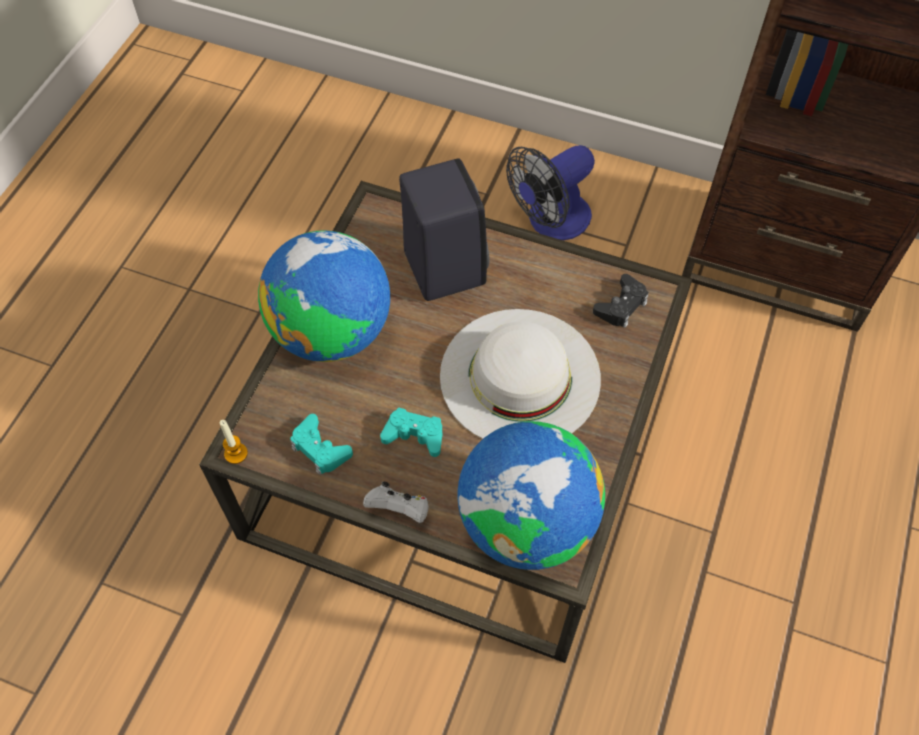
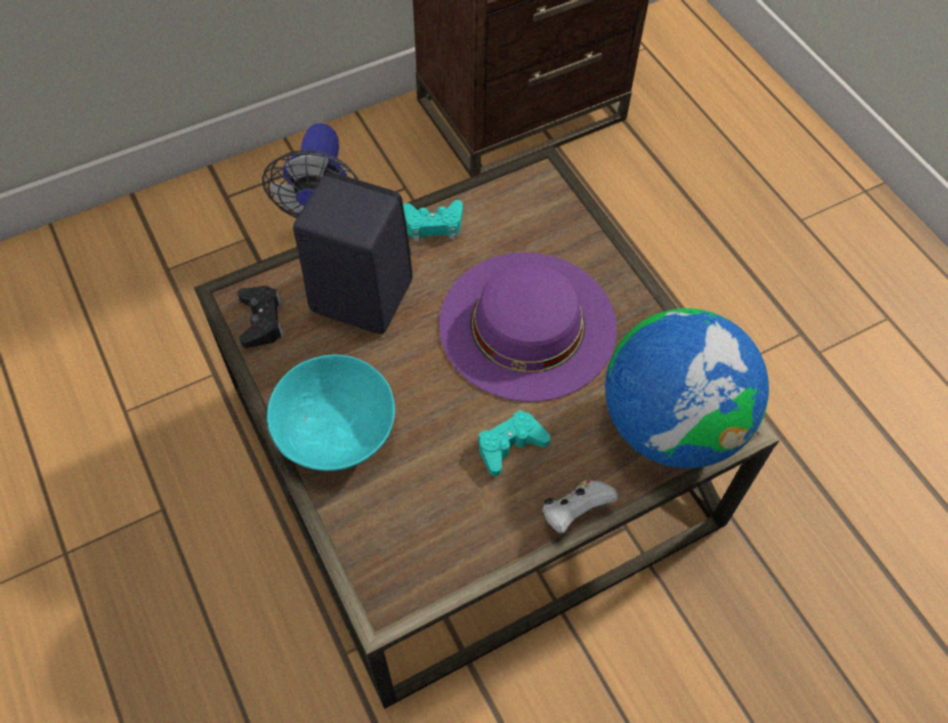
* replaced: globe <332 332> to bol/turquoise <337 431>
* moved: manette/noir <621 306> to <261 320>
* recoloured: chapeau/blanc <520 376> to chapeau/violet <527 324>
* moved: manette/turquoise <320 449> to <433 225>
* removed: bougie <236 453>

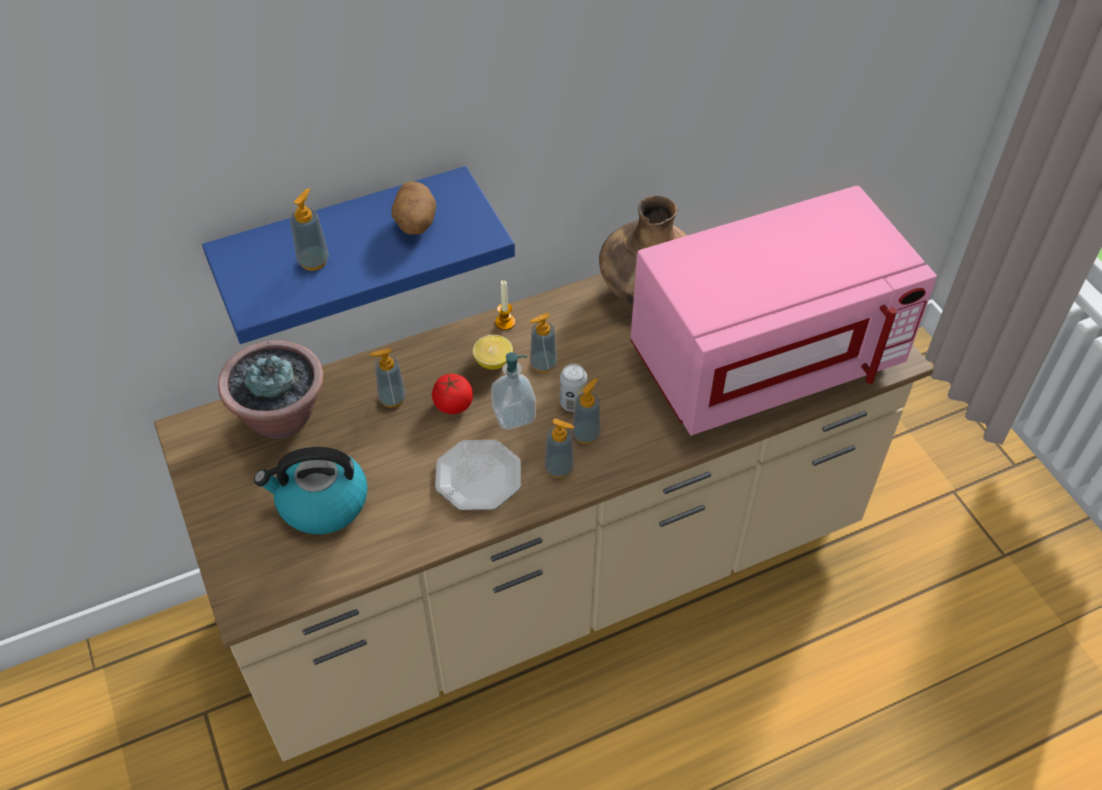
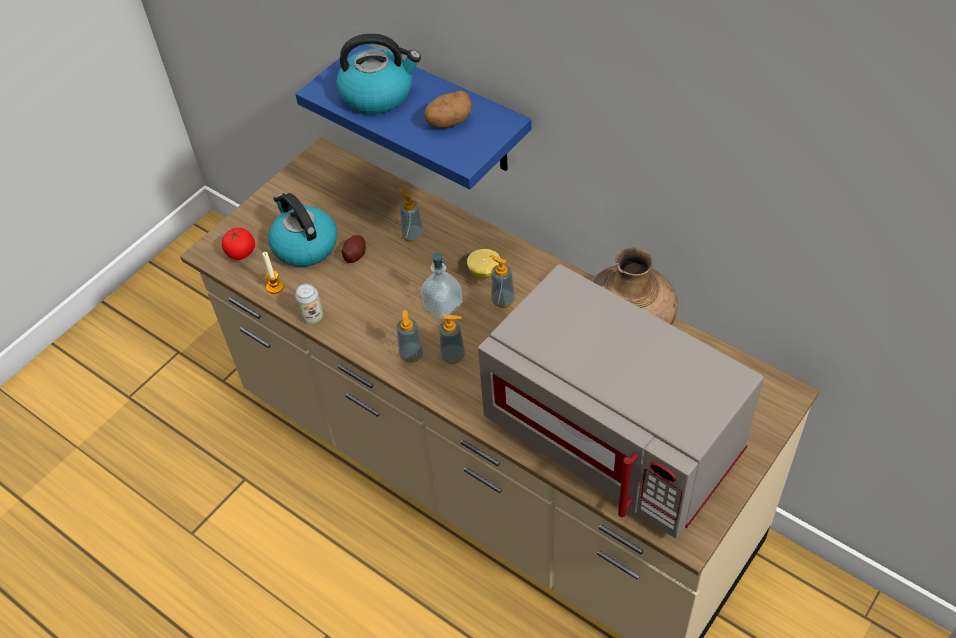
* recoloured: micro-ondes/rose <765 358> to micro-ondes/gris <614 437>
* replaced: distributeur de savon <313 261> to bouilloire <378 94>
* moved: bougie <505 322> to <275 287>
* removed: plante en pot <281 417>
* moved: boîte métallique <573 403> to <312 317>
* moved: tomate <453 404> to <241 253>
* removed: assiette <479 476>
* added: pomme de terre <355 255>

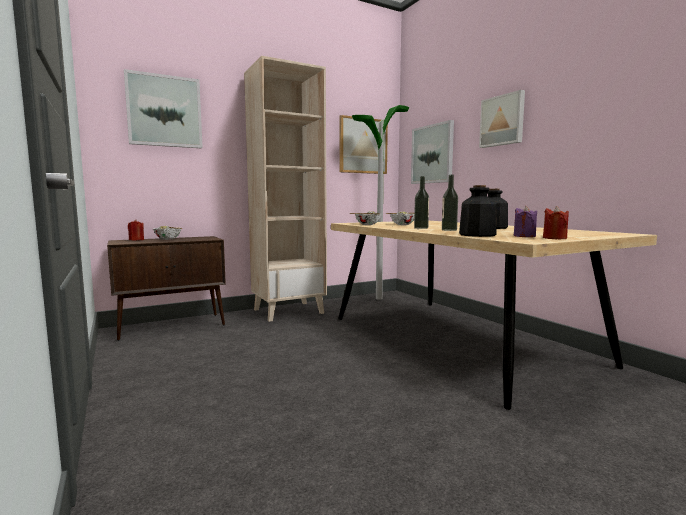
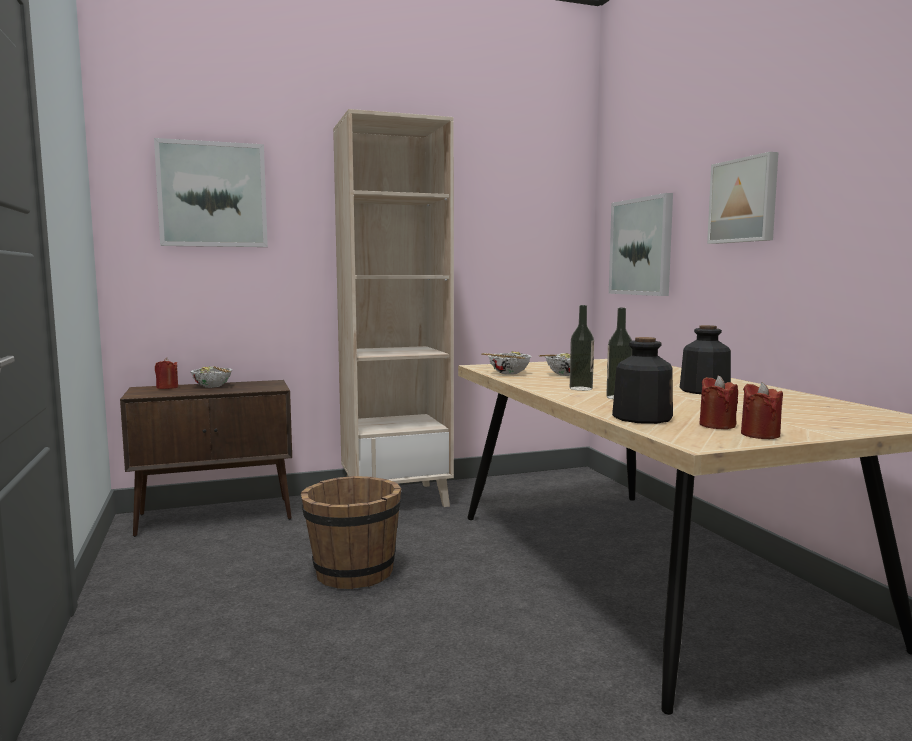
* removed: lampadaire <378 298>
* removed: tableau <363 146>
* recoloured: bougie/violet <524 236> to bougie/rouge <717 425>
* added: seau/marron <353 573>

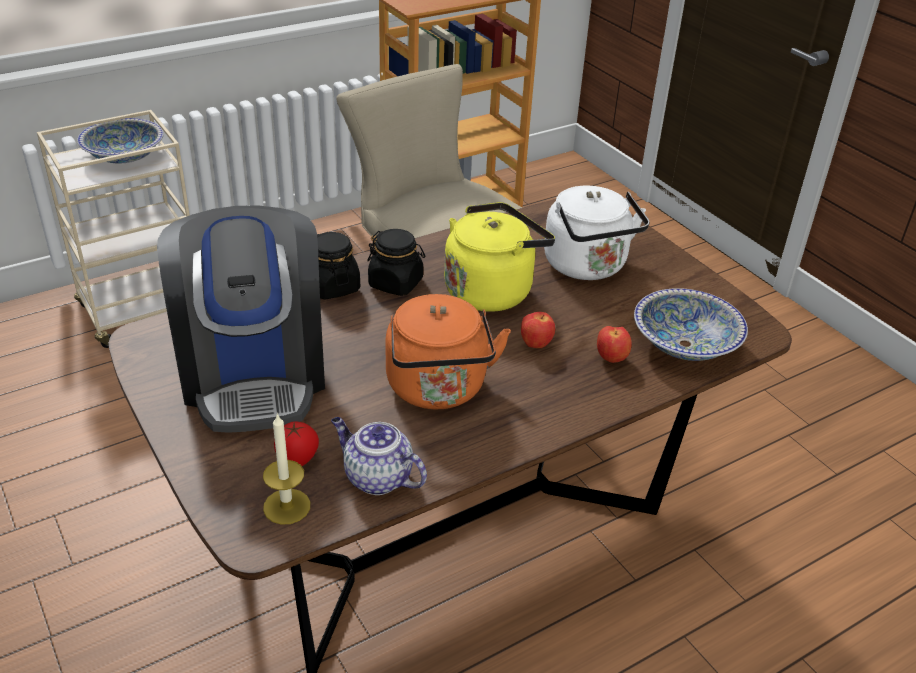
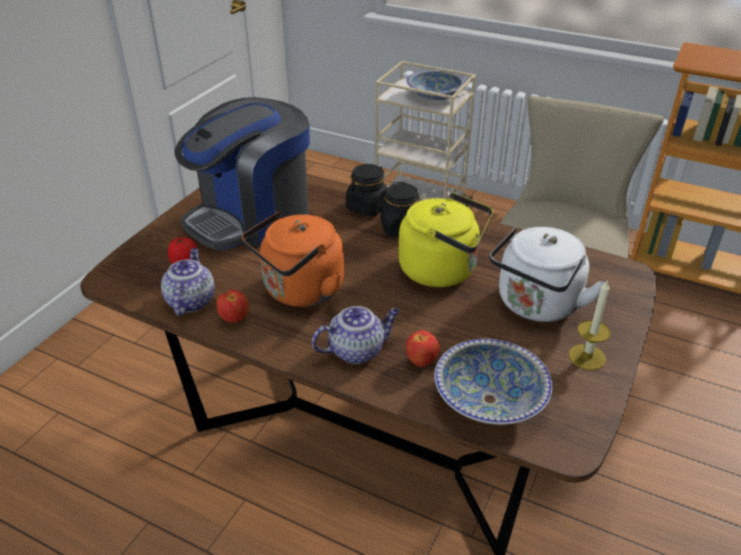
* moved: pomme <536 344> to <235 319>
* moved: bougie <287 506> to <587 357>
* added: théière <357 350>

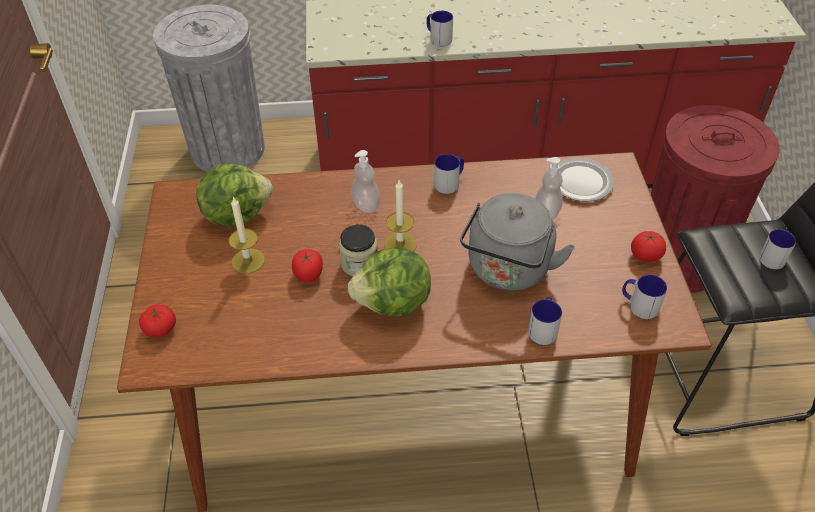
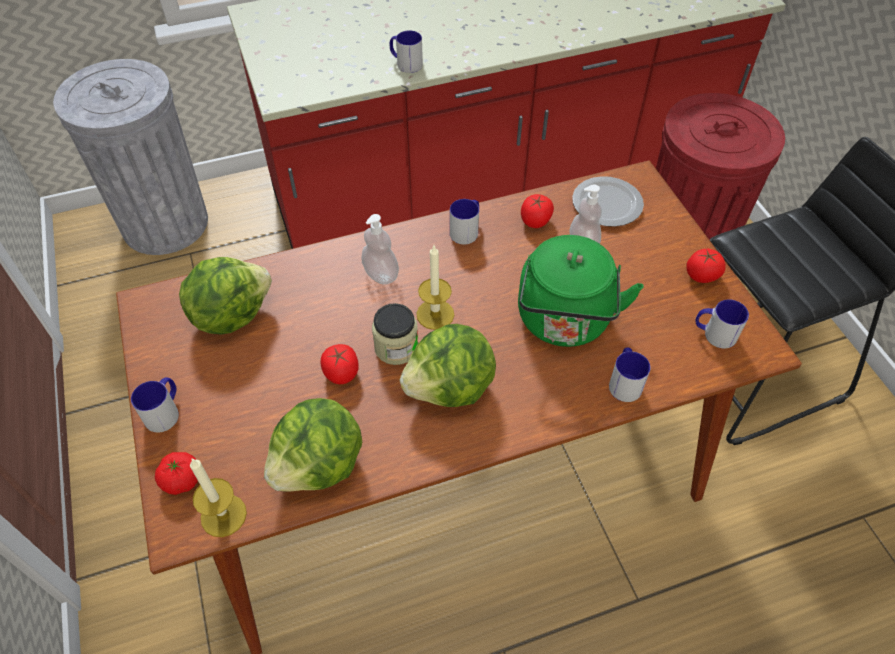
* recoloured: bouilloire/gris <508 271> to bouilloire/vert <564 322>
* moved: bougie <248 261> to <223 515>
* moved: mug <773 256> to <165 411>
* added: tomate <535 221>
* added: laitue <320 466>

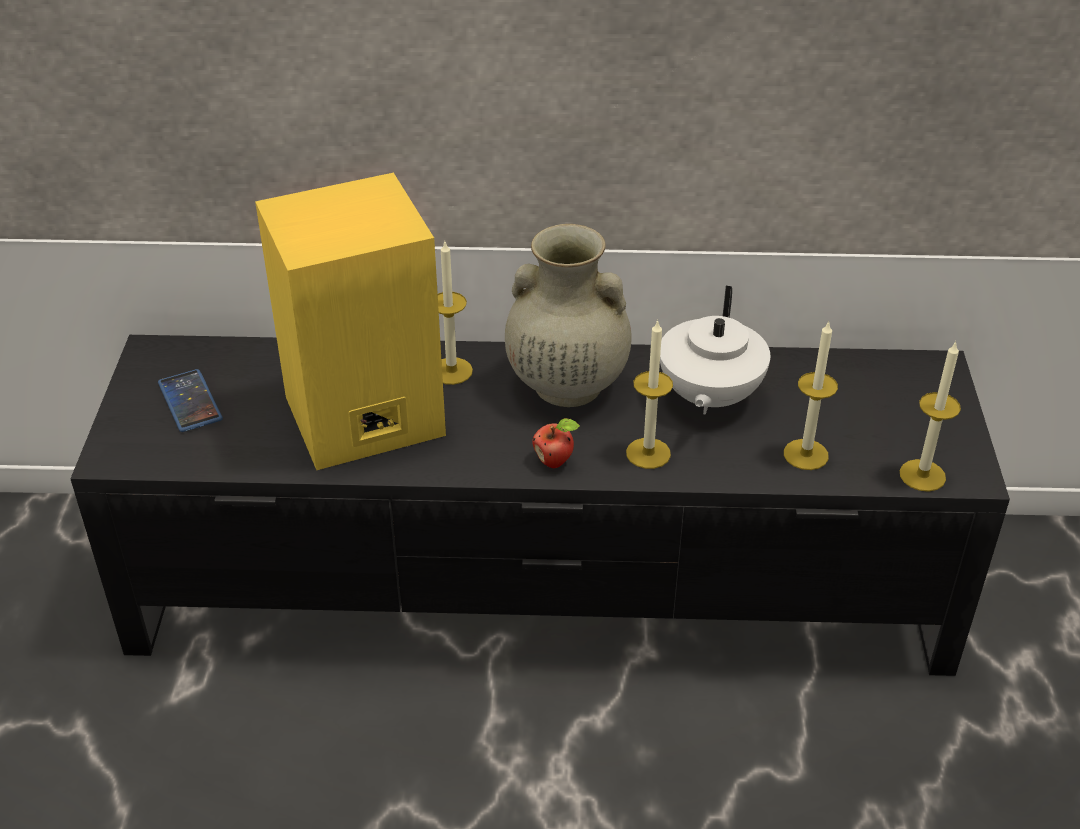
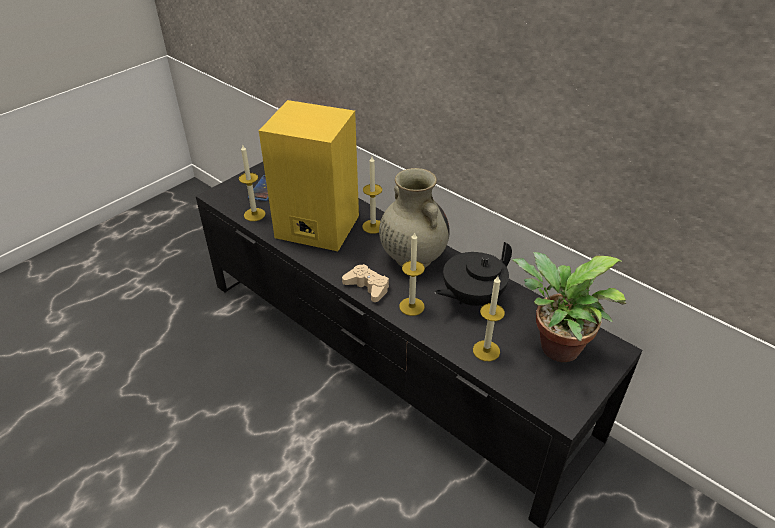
* recoloured: théière/blanc <708 397> to théière/noir <471 297>
* moved: bougie <922 475> to <254 214>
* replaced: pomme <555 462> to manette/beige <367 287>
* added: plante en pot <554 348>

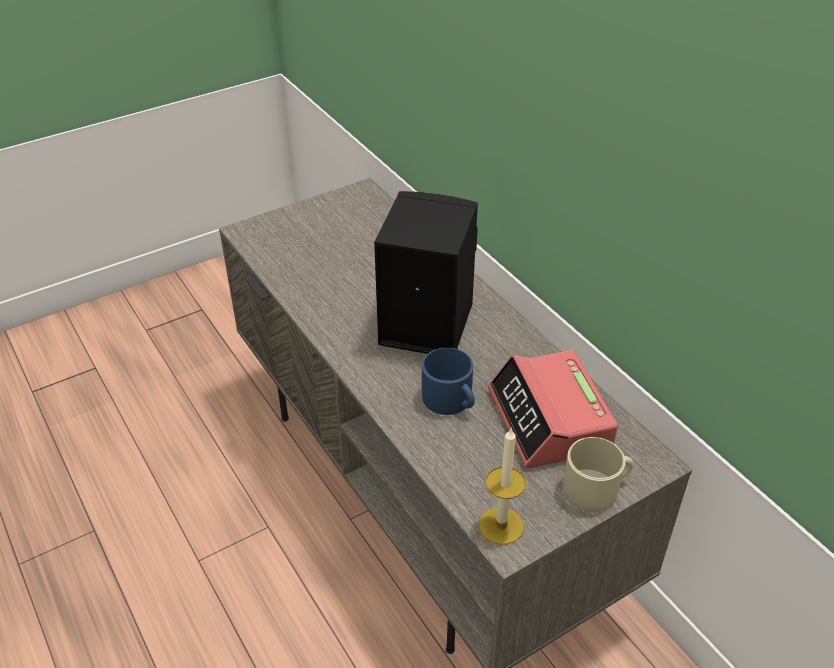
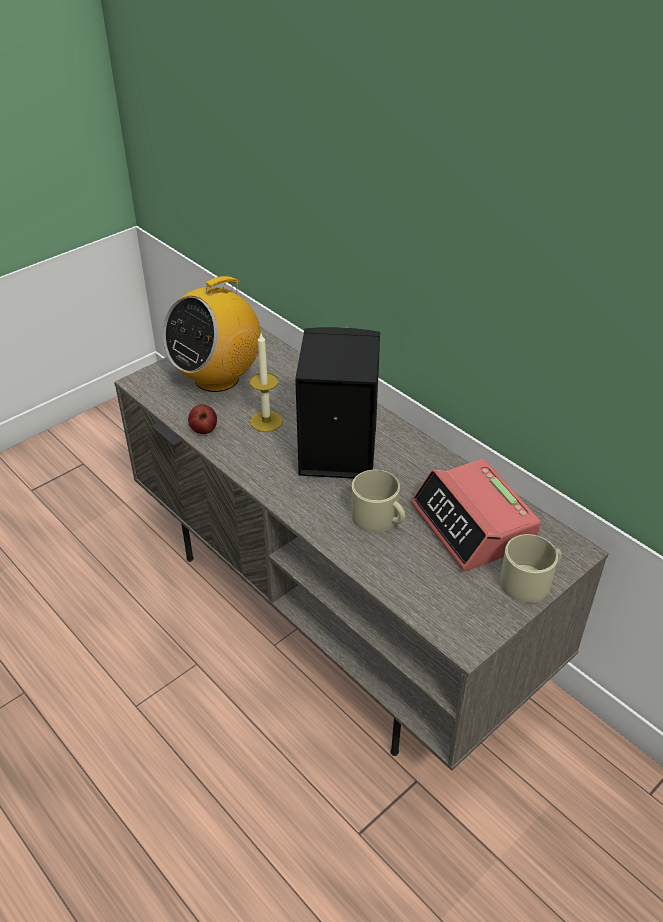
* recoloured: mug/bleu <451 400> to mug/beige <379 519>
* moved: bougie <501 526> to <266 421>
* added: radio <217 378>
* added: pomme <204 430>

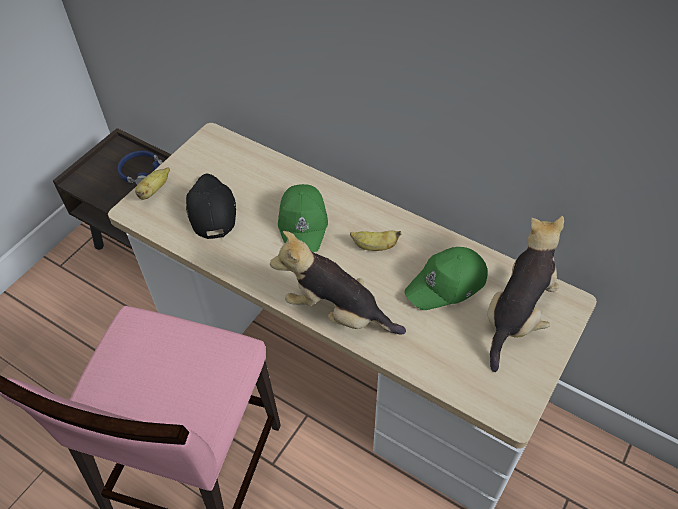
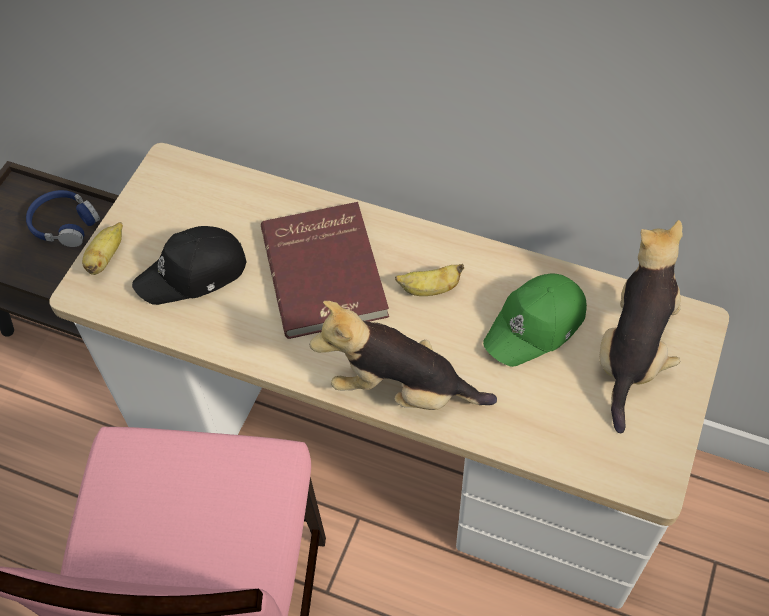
* turned: casquette/noir <211 210> = <194 273> 90 degrees counterclockwise
* replaced: casquette/vert <303 223> to livre/rouge <327 272>

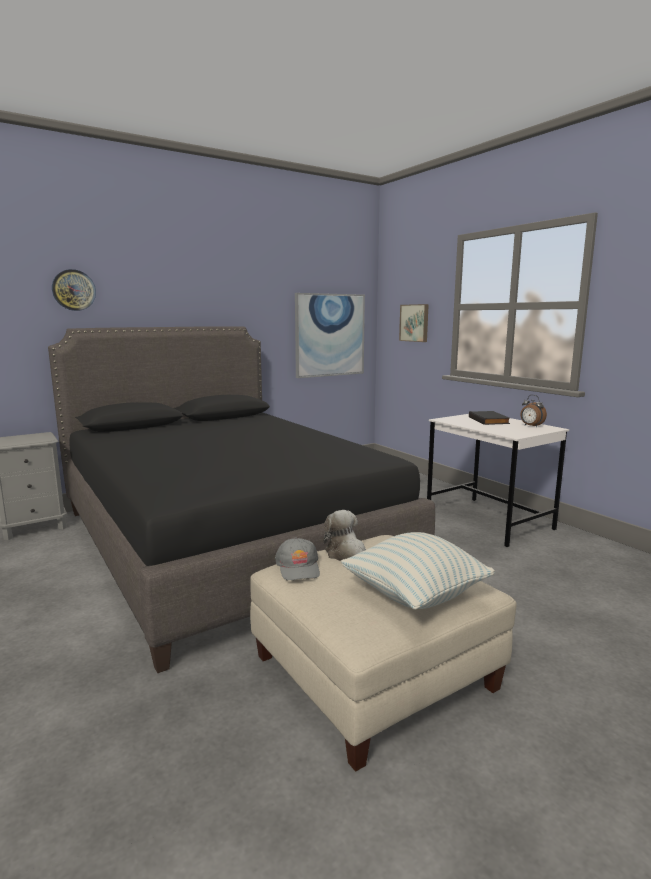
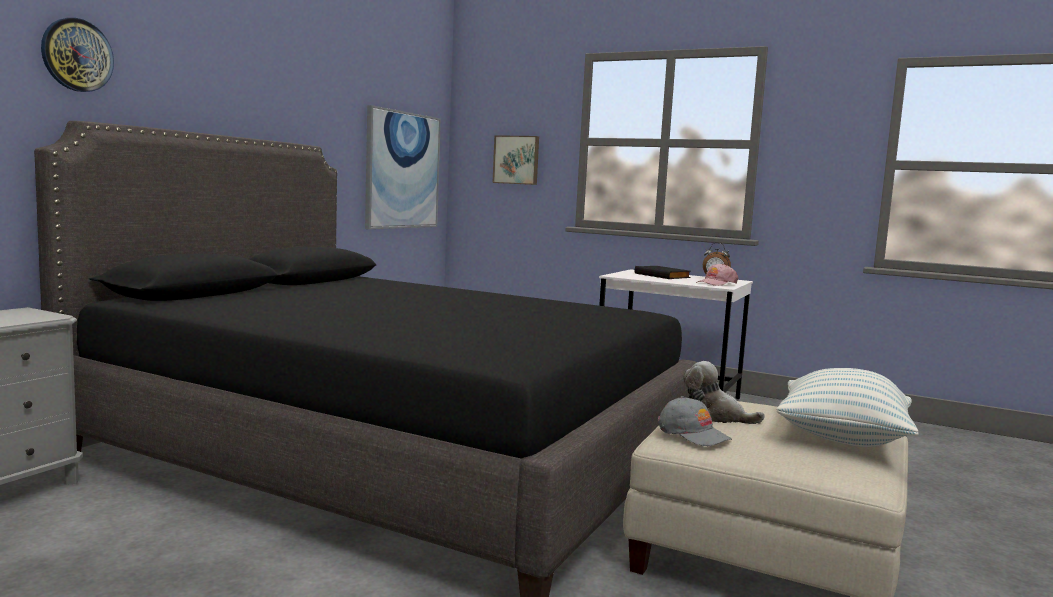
* added: casquette/rose <716 283>

